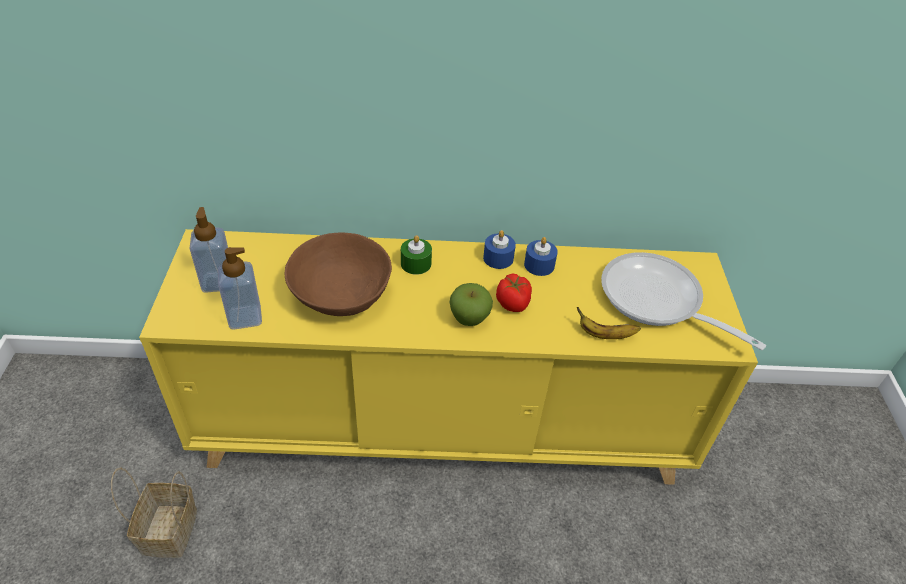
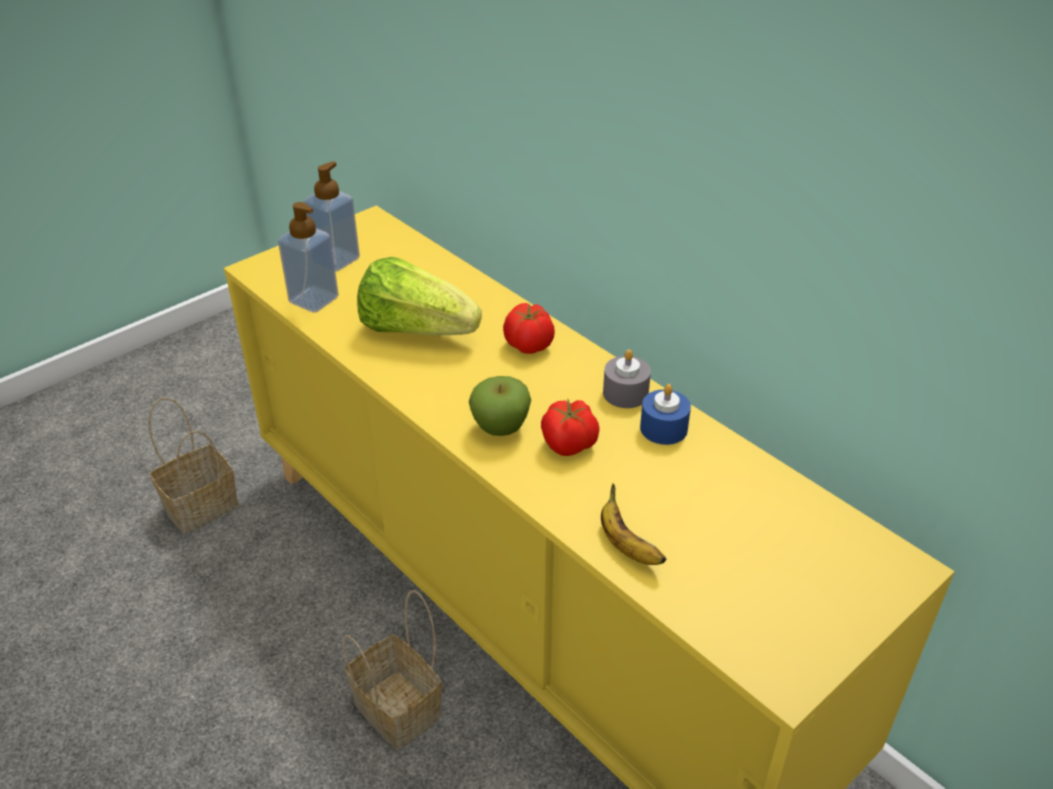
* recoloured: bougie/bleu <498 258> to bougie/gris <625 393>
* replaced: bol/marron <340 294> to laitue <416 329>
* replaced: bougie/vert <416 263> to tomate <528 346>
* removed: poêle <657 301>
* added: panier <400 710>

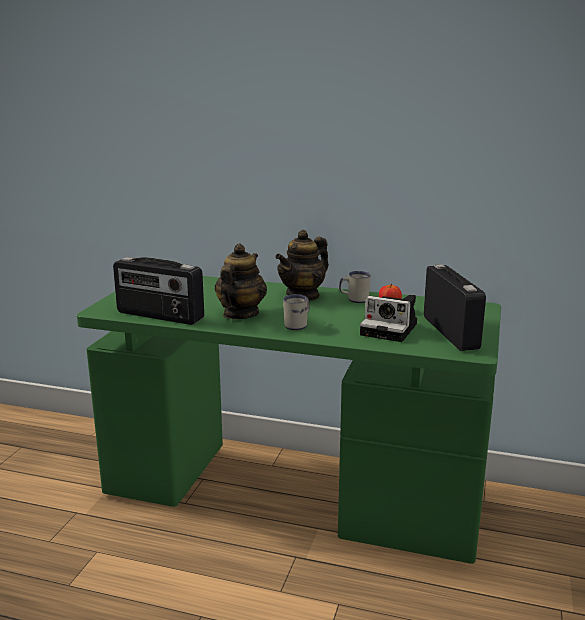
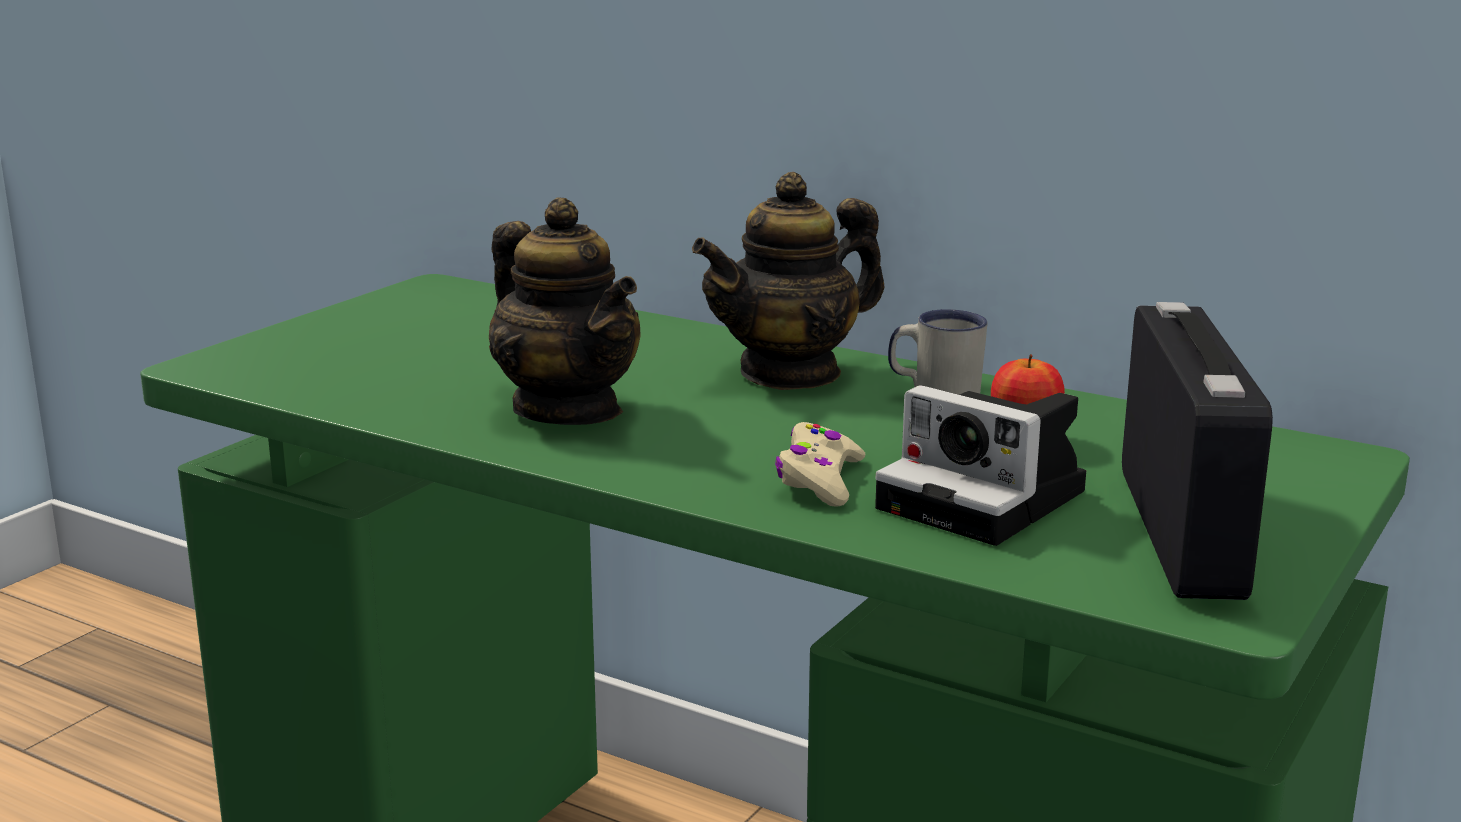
* turned: théière <240 314> = <568 410> 105 degrees clockwise
* removed: radio <159 316>
* removed: mug/blanc <298 325>
* added: manette/beige <819 480>

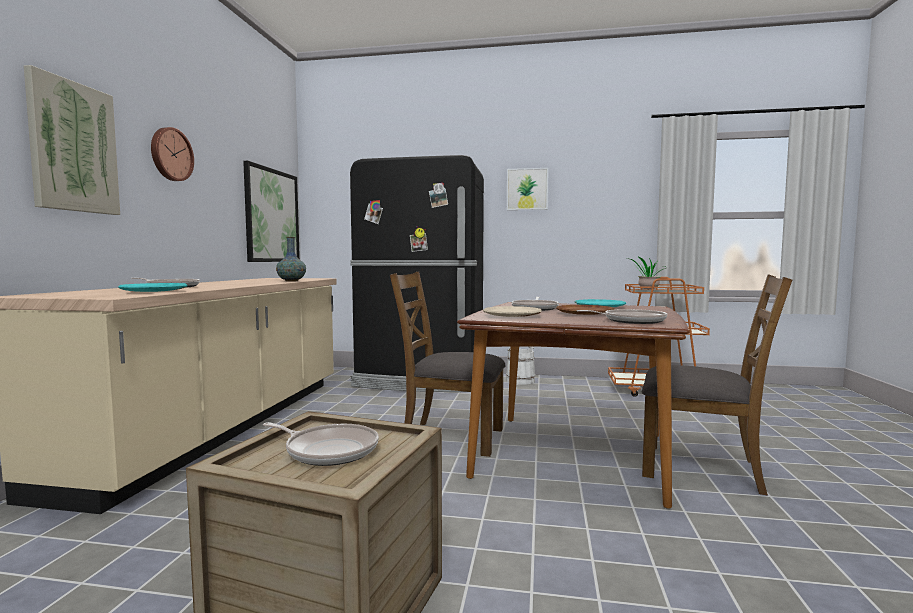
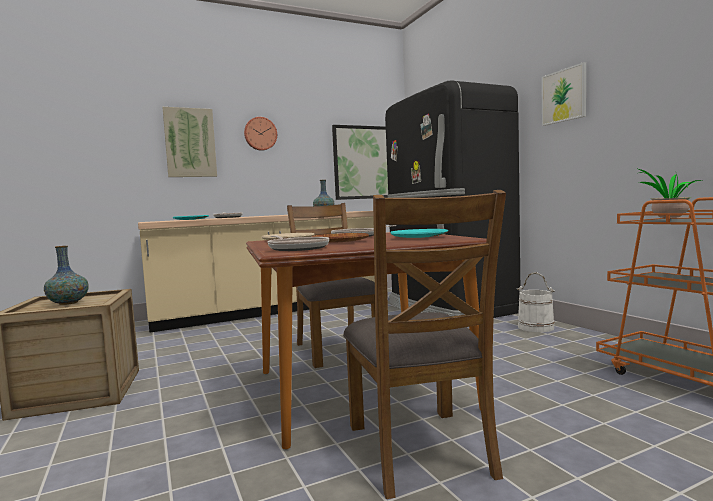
* replaced: poêle <328 450> to vase <68 303>

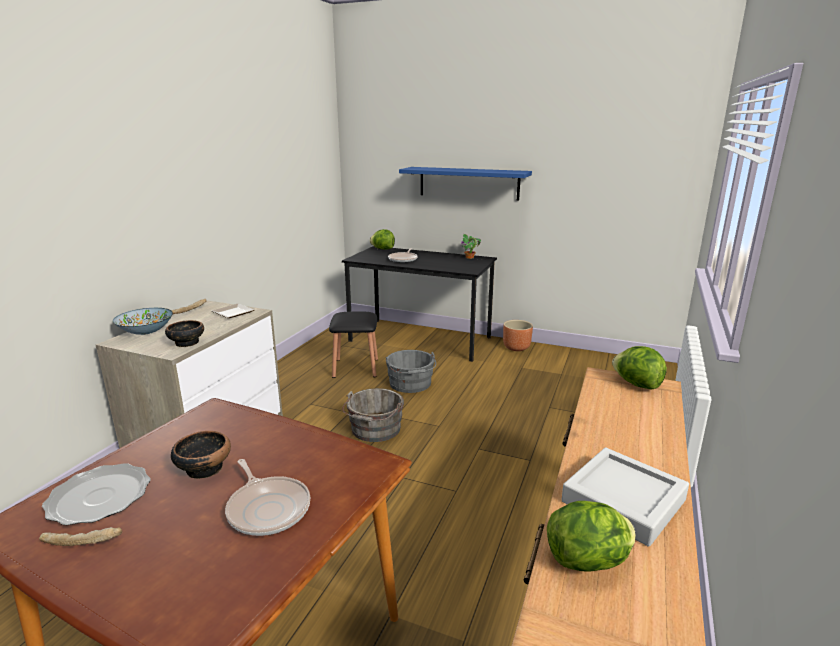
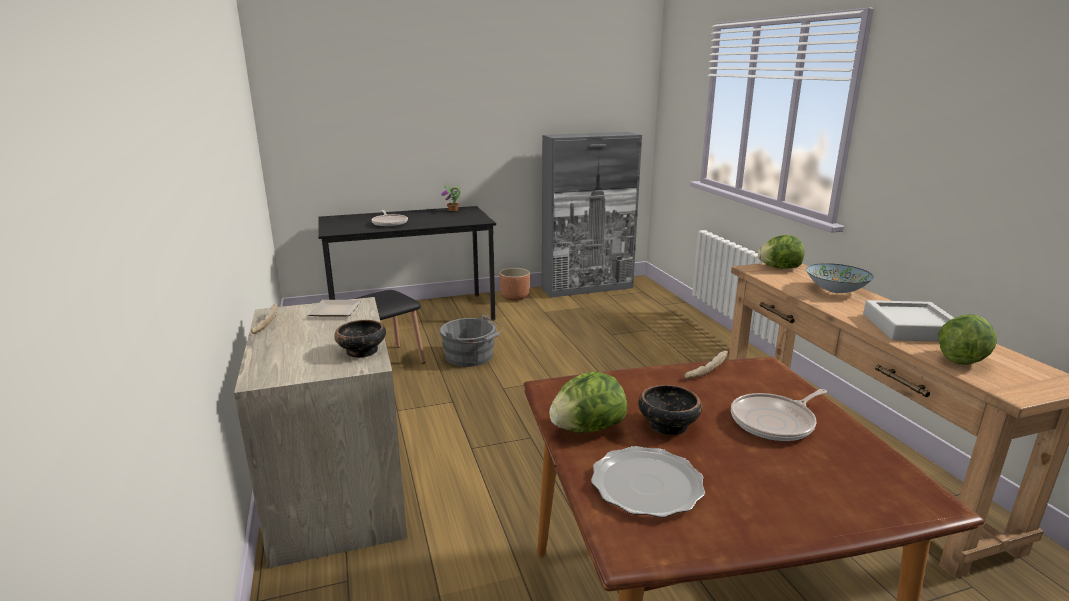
* removed: étagère/bleu <468 183>
* moved: laitue <382 249> to <587 429>
* moved: bol <146 331> to <835 290>
* removed: seau/gris <374 430>
* turned: poêle <268 508> = <775 422> 135 degrees clockwise
* moved: pain <82 541> to <705 371>
* added: meuble de rangement/gris <588 288>

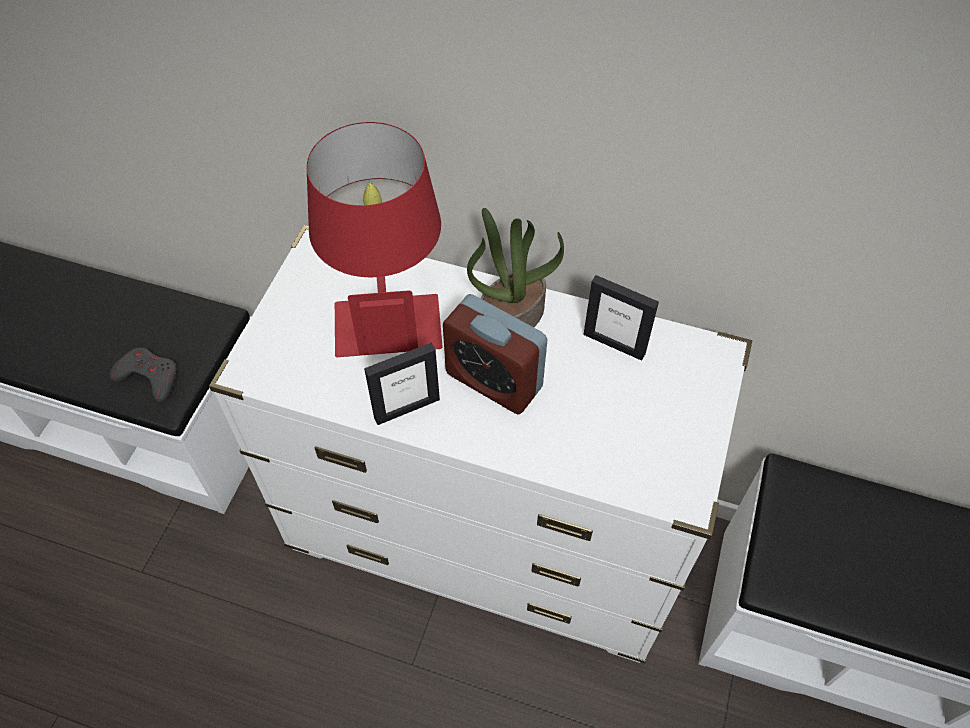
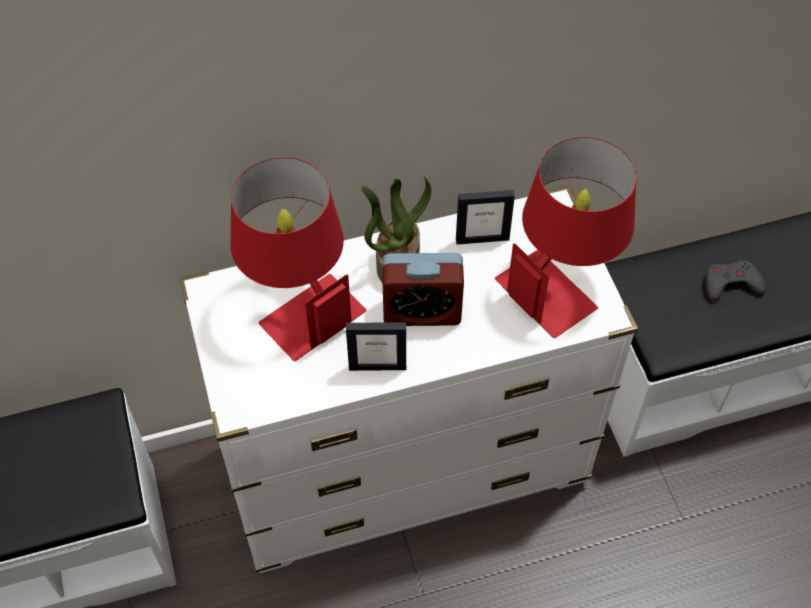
* turned: cadre photo <406 408> = <377 366> 60 degrees clockwise
* moved: manette/gris <149 377> to <730 284>
* added: lampe de table/rouge <560 282>

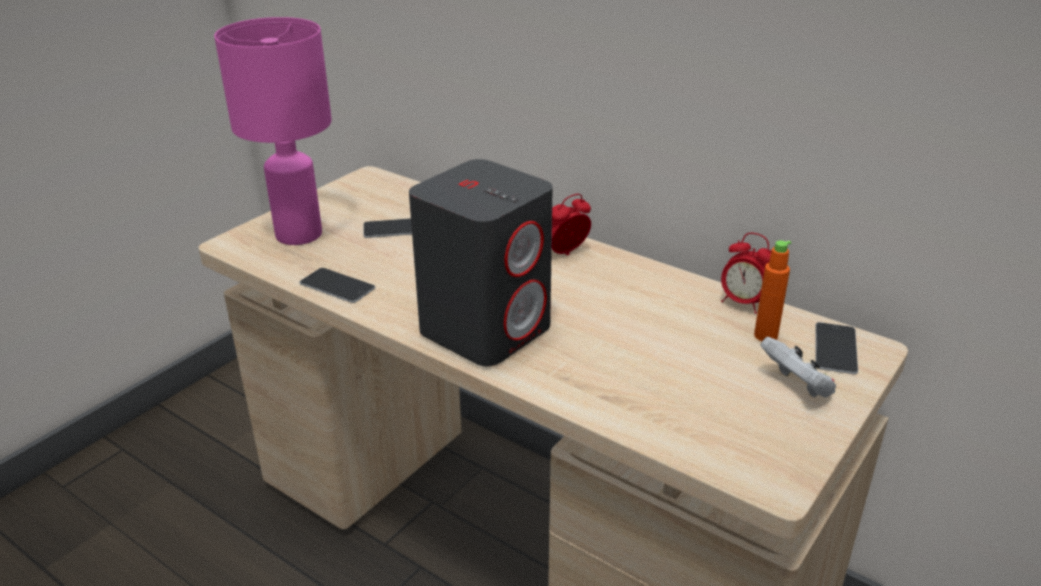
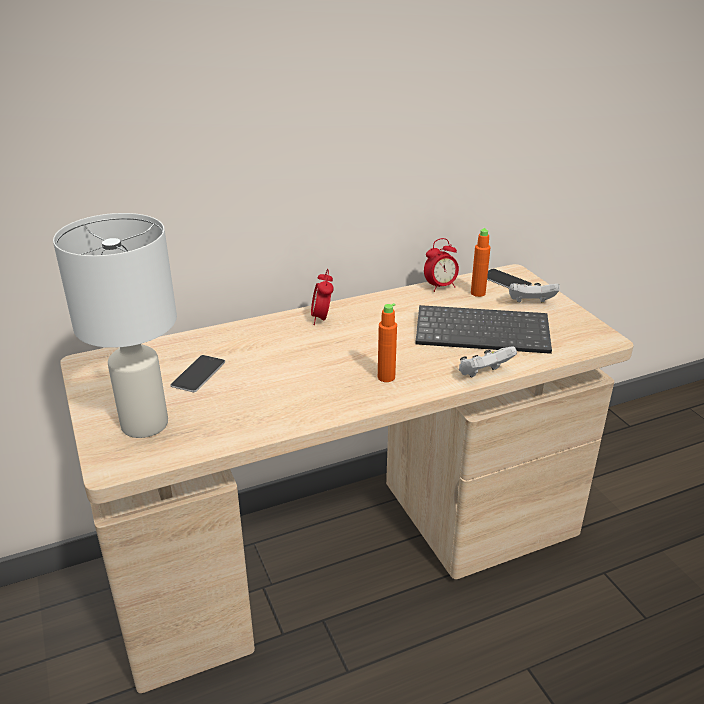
* recoloured: lampe de table/rose <300 234> to lampe de table/blanc <145 423>
* replaced: enceinte/gris <486 329> to bouteille/orange <386 377>
* removed: téléphone <337 285>
* added: clavier <484 331>
* added: manette/blanc <483 374>

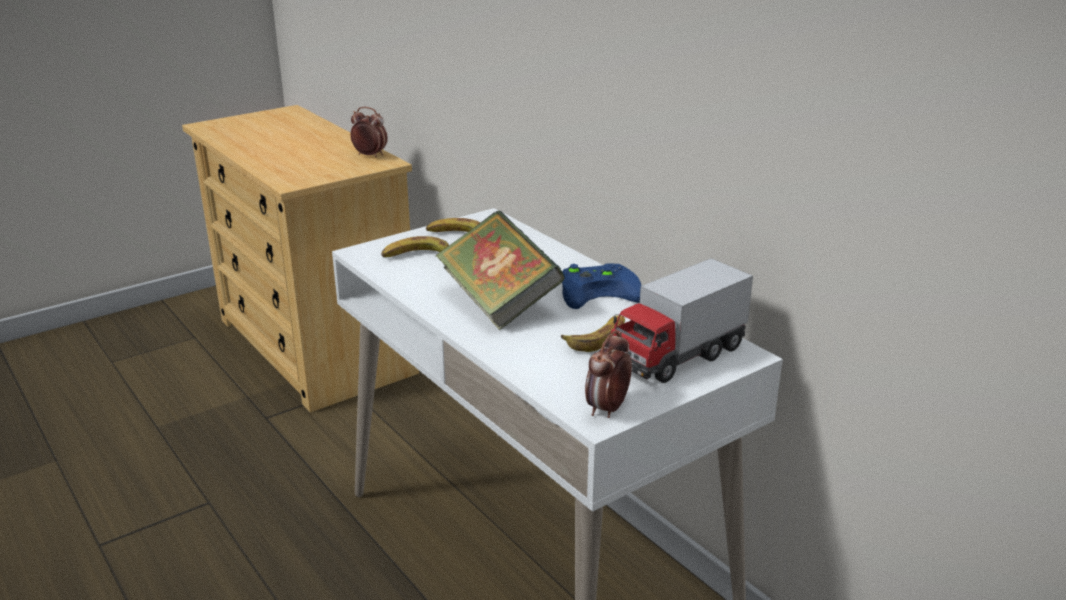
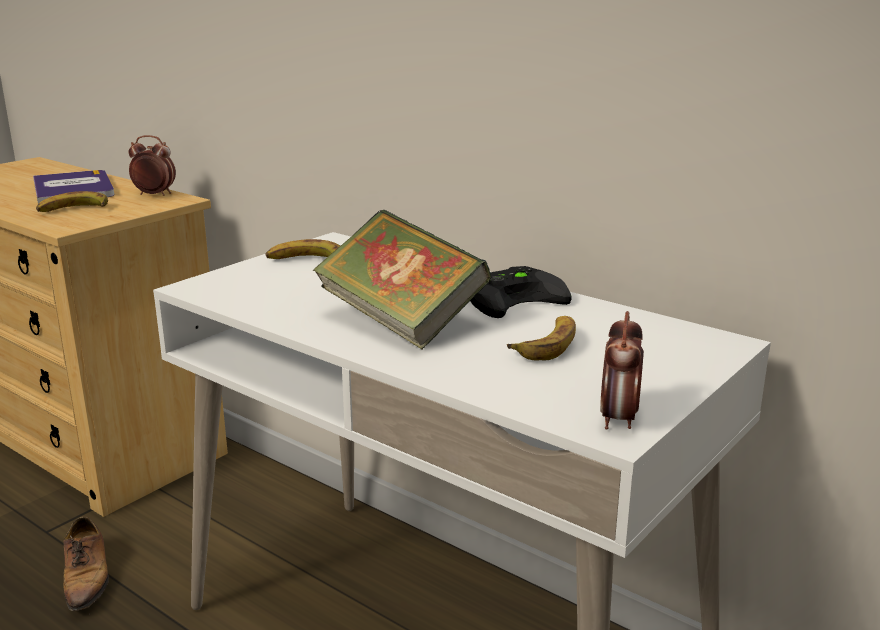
* moved: banane <415 256> to <73 210>
* removed: camion jouet <677 357>
* recoloured: manette/bleu <600 290> to manette/noir <513 297>
* added: livre <73 189>
* added: chaussure <87 578>

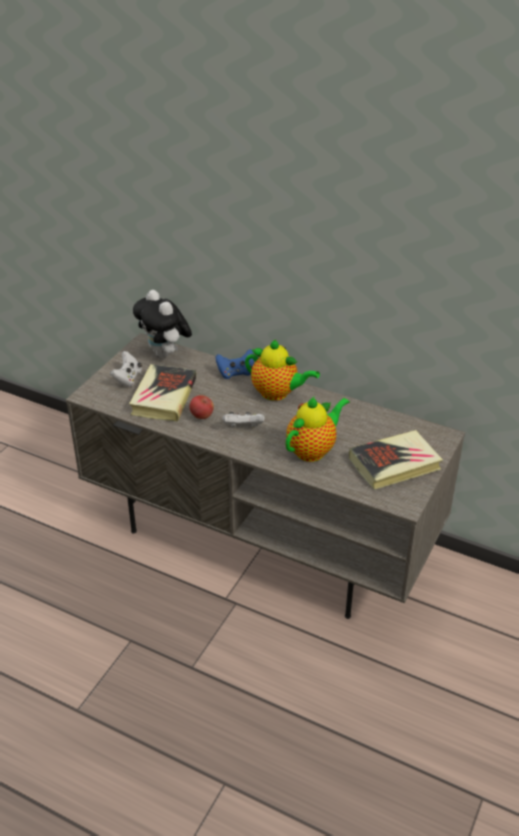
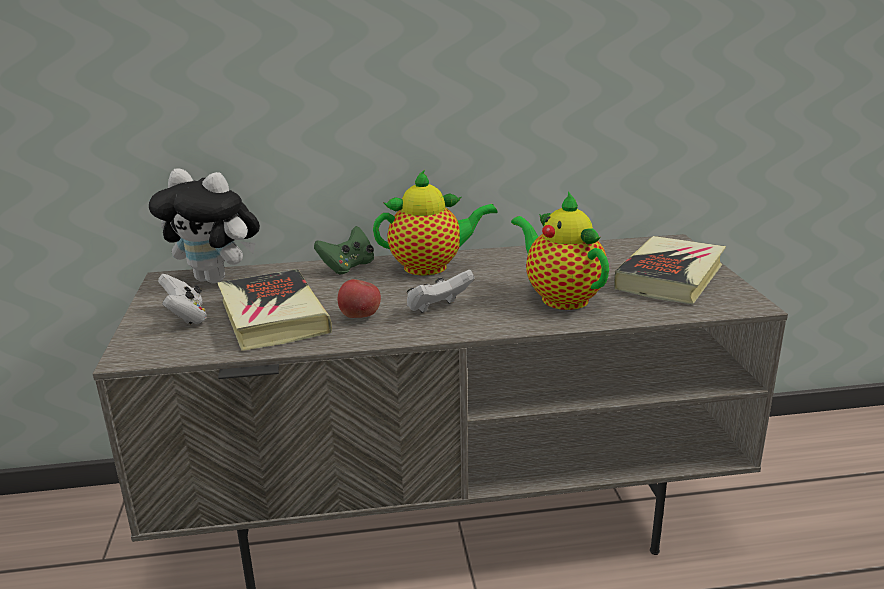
* recoloured: manette/bleu <236 373> to manette/vert <348 267>
* turned: théière <313 450> = <560 297> 45 degrees counterclockwise

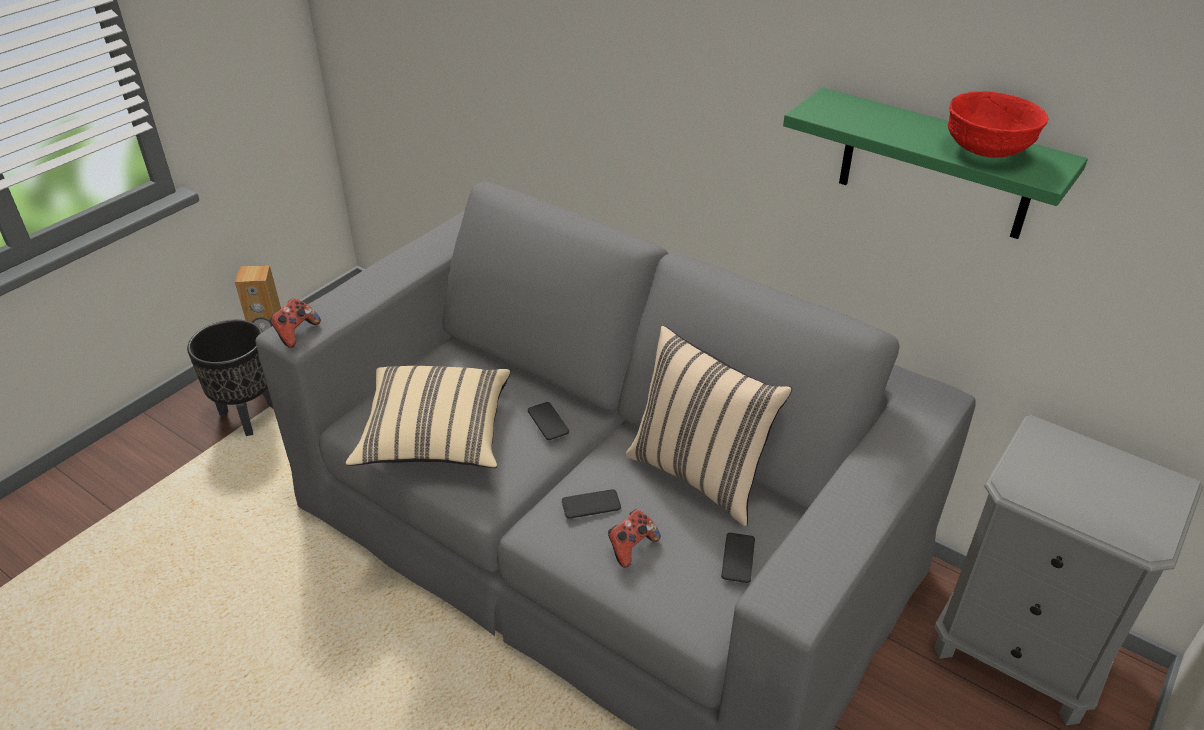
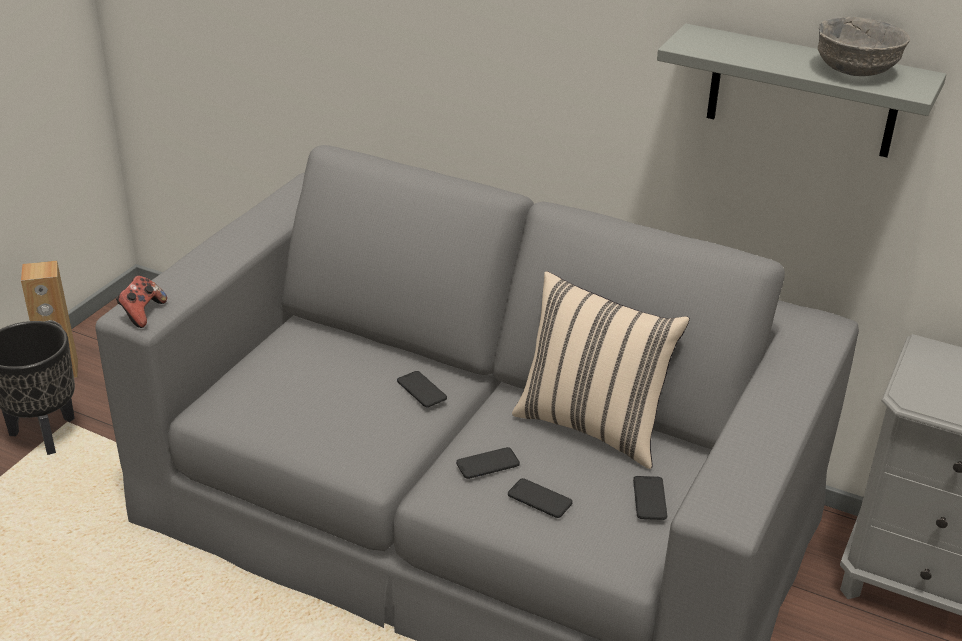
* recoloured: étagère/vert <935 165> to étagère/gris <802 92>
* recoloured: bol/rouge <985 151> to bol/gris <854 71>
* removed: coussin/beige <435 437>
* replaced: manette <631 547> to téléphone <539 499>

